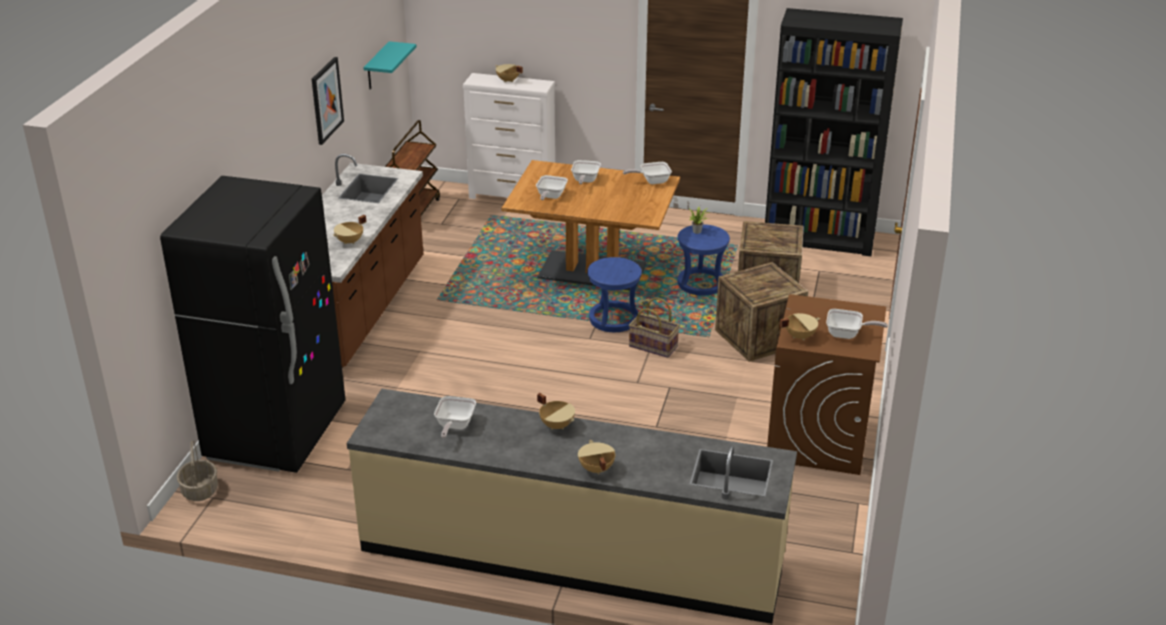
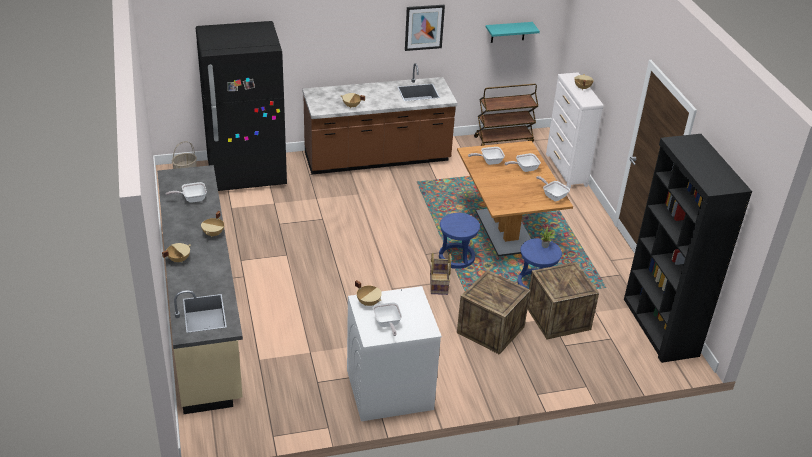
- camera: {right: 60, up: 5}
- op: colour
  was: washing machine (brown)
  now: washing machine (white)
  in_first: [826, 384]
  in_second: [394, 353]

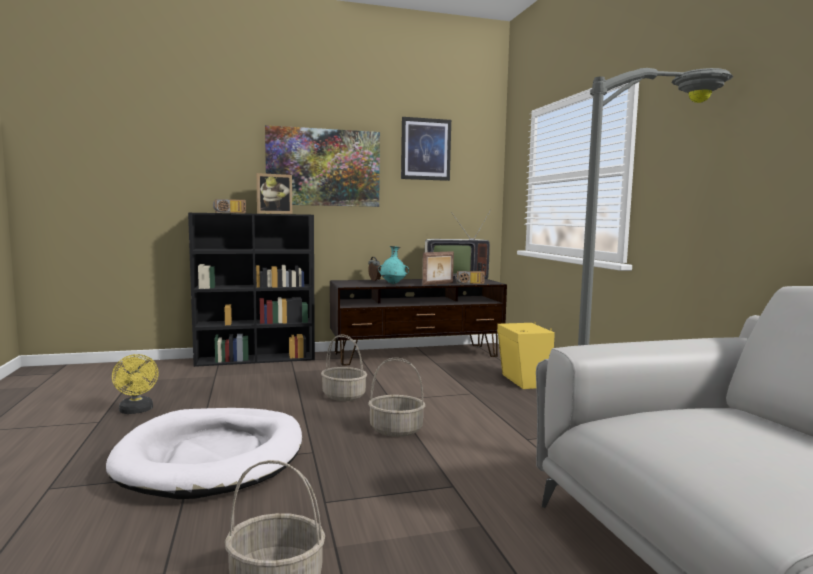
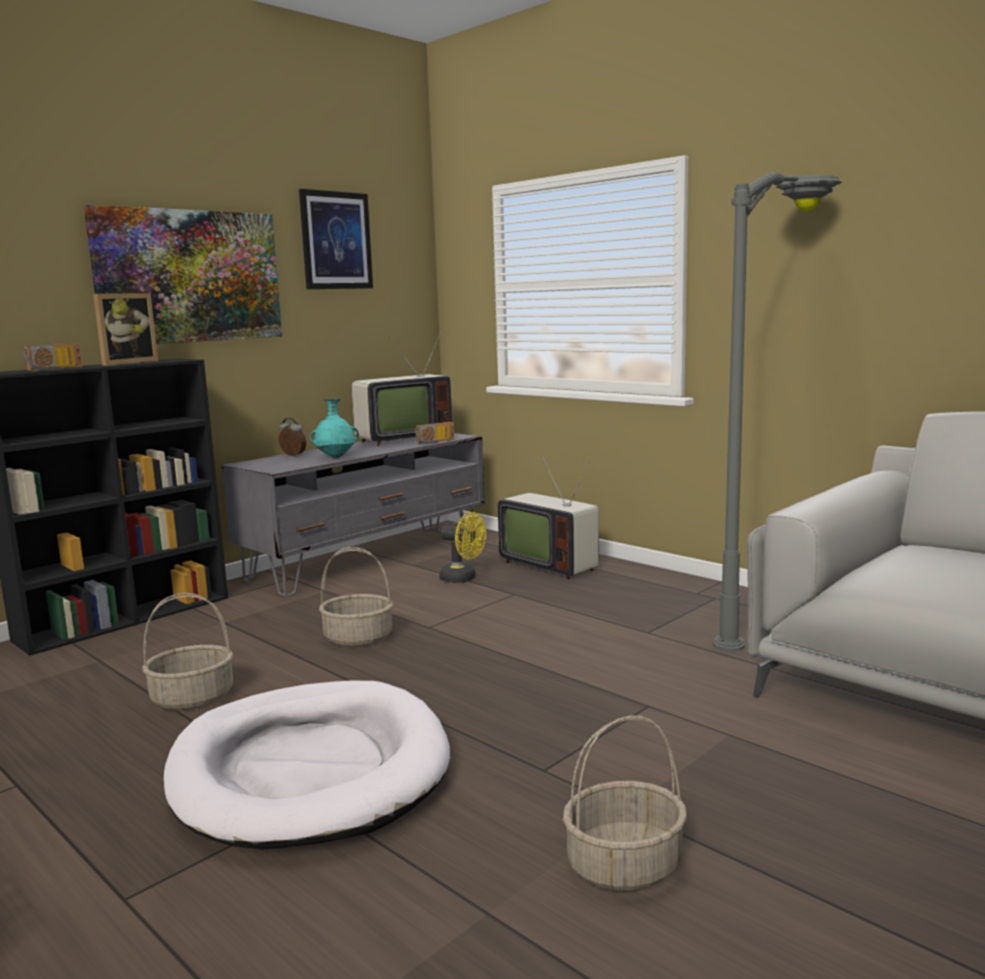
- camera: {right: -30, up: 5}
- op: missing
  was: picture frame
  in_first: [438, 268]
- op: colour
  was: tv stand (brown)
  now: tv stand (grey)
  in_first: [418, 322]
  in_second: [352, 515]
- op: exchanged
  was: speaker (yellow)
  now: television
  in_first: [526, 355]
  in_second: [548, 518]
- op: relocated
  was: fan (yellow)
  in_first: [135, 384]
  in_second: [462, 547]
- op: relocated
  was: basket
  in_first: [396, 397]
  in_second: [187, 651]

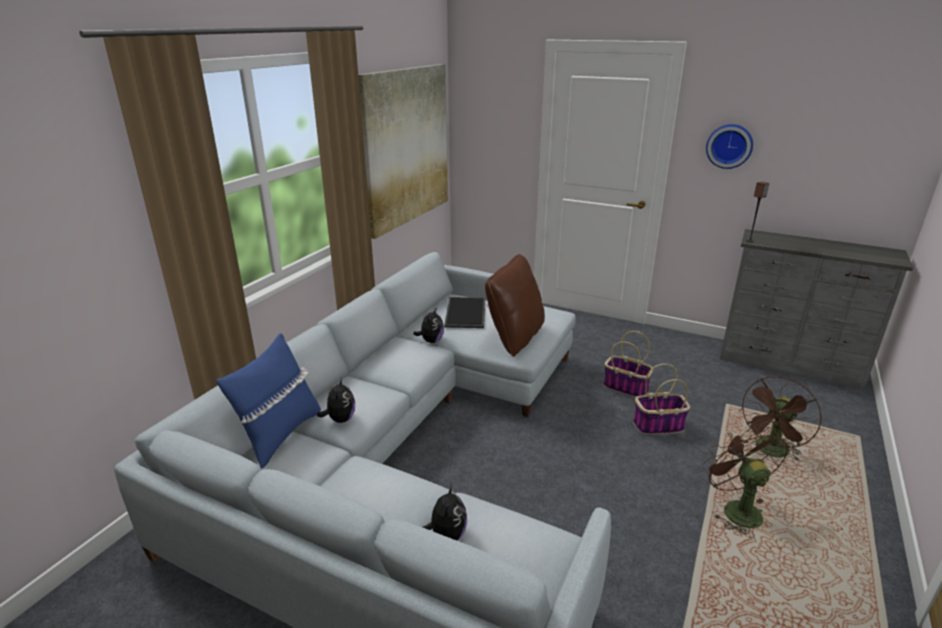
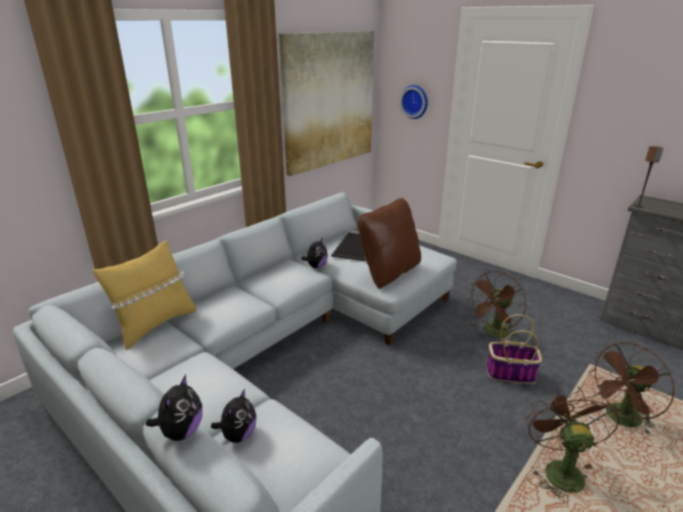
- camera: {right: 15, up: 0}
- op: relocated
  was: wall clock
  in_first: [729, 146]
  in_second: [414, 102]
- op: exchanged
  was: basket
  now: fan (brown)
  in_first: [628, 364]
  in_second: [496, 306]
- op: colour
  was: pillow (blue)
  now: pillow (yellow)
  in_first: [268, 401]
  in_second: [144, 295]
- op: relocated
  was: plush toy
  in_first: [336, 400]
  in_second: [174, 408]

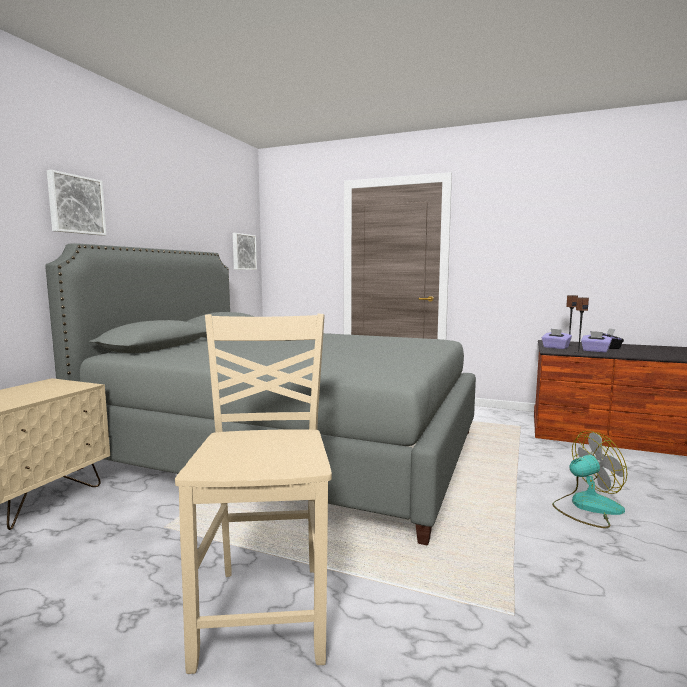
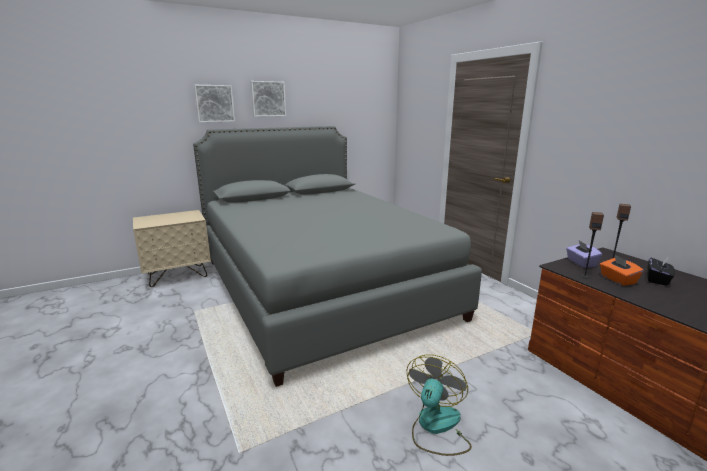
- camera: {right: 40, up: 10}
- op: relocated
  was: picture
  in_first: [245, 251]
  in_second: [268, 99]
- op: missing
  was: chair (beige)
  in_first: [253, 494]
- op: colour
  was: tissue box (purple)
  now: tissue box (orange)
  in_first: [596, 342]
  in_second: [621, 270]
- op: spun
  was: fan
  in_first: [589, 479]
  in_second: [439, 405]
  clockwise: -90

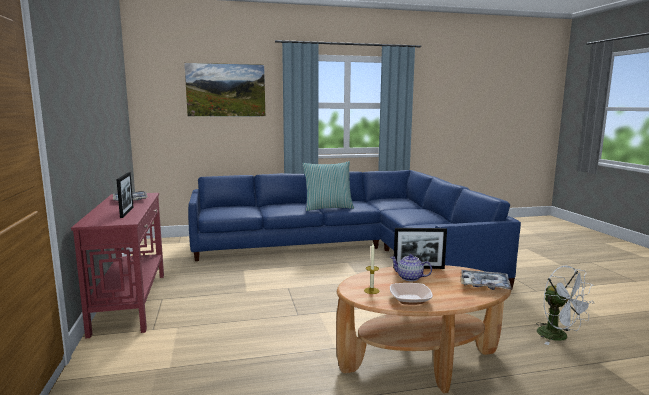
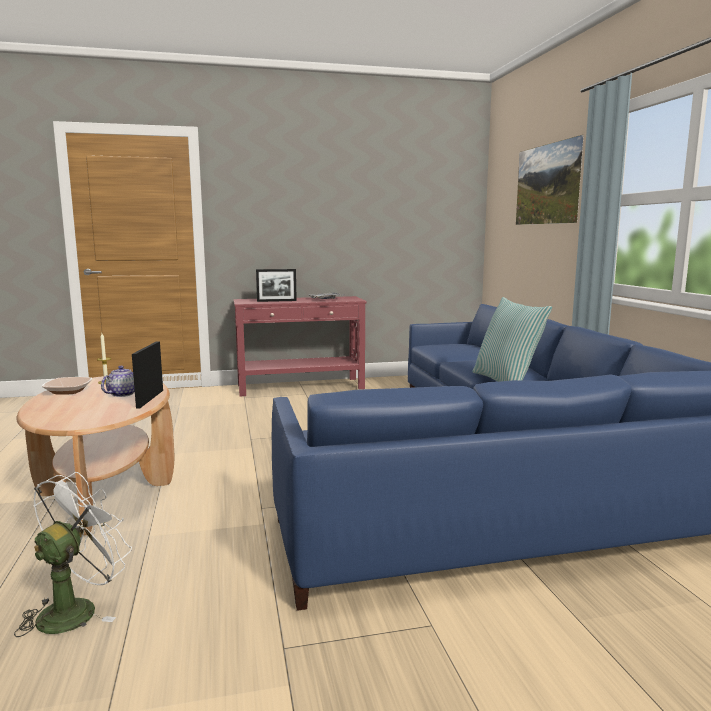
- camera: {right: 90, up: 0}
- op: spun
  was: fan (white)
  in_first: [565, 305]
  in_second: [73, 554]
  clockwise: 150
- op: missing
  was: tray
  in_first: [486, 280]

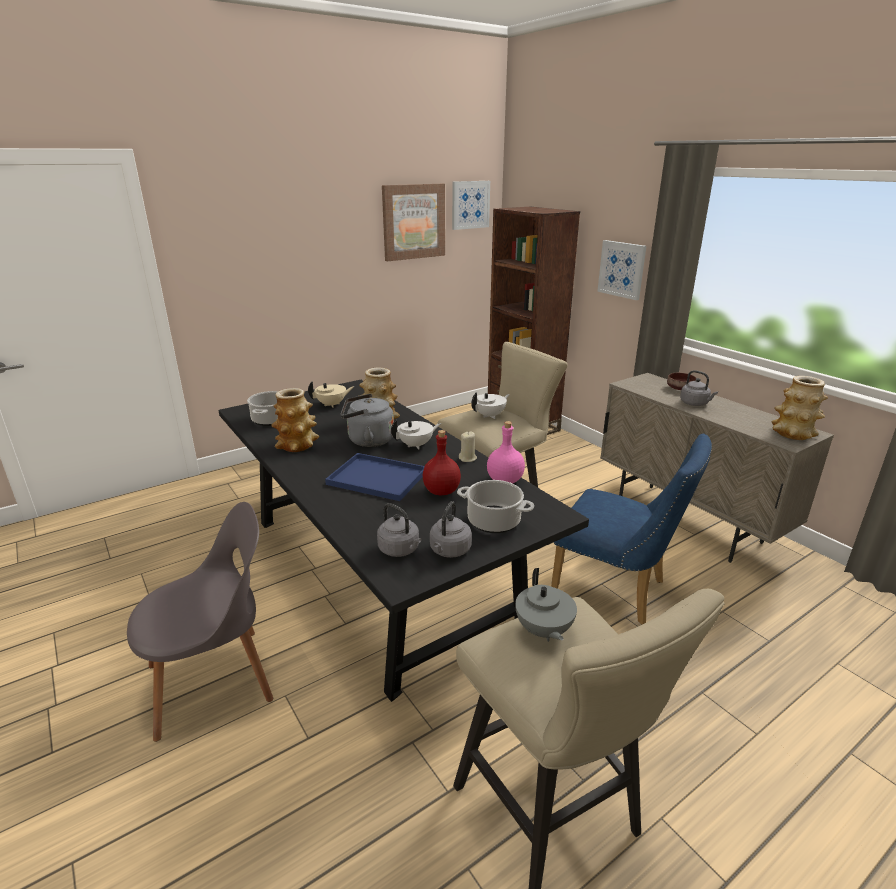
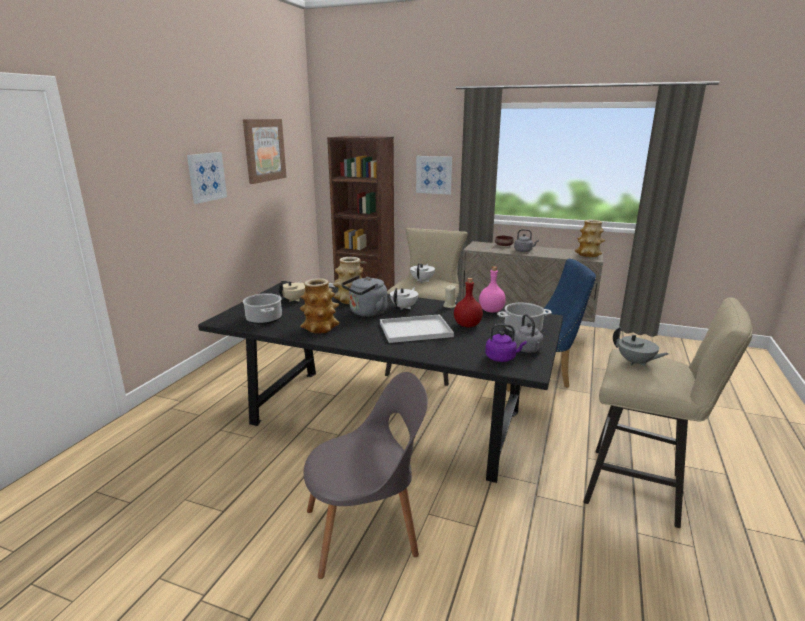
- camera: {right: -35, up: -5}
- op: relocated
  was: picture
  in_first: [471, 205]
  in_second: [207, 178]
- op: colour
  was: tray (blue)
  now: tray (white)
  in_first: [375, 477]
  in_second: [417, 328]
- op: spun
  was: chair (grey)
  in_first: [200, 622]
  in_second: [366, 475]
  clockwise: 45
- op: colour
  was: kettle (grey)
  now: kettle (purple)
  in_first: [399, 530]
  in_second: [506, 343]

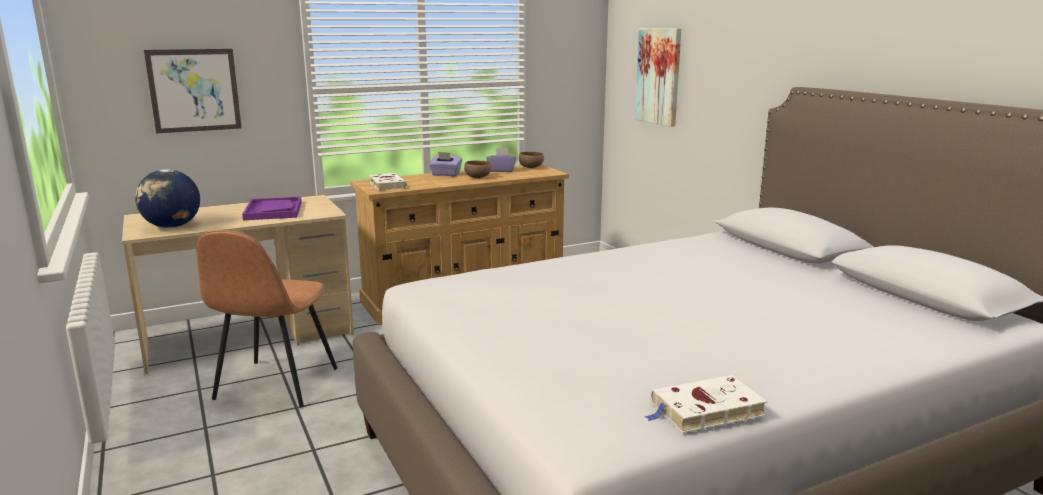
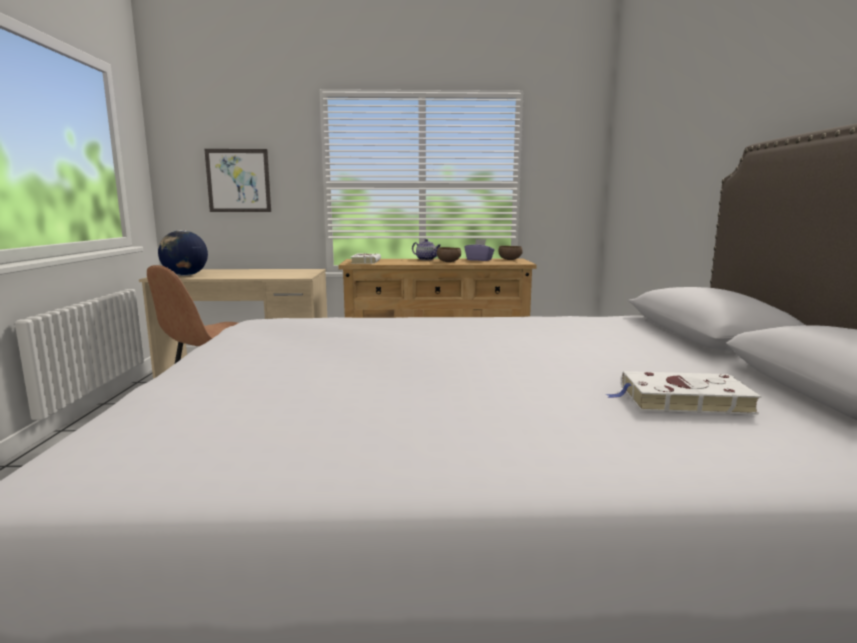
- camera: {right: 25, up: -5}
- op: missing
  was: picture
  in_first: [658, 77]
- op: exchanged
  was: tissue box (purple)
  now: teapot
  in_first: [445, 164]
  in_second: [426, 249]
- op: missing
  was: tray (purple)
  in_first: [272, 208]
- op: relocated
  was: book (white)
  in_first: [706, 404]
  in_second: [683, 393]

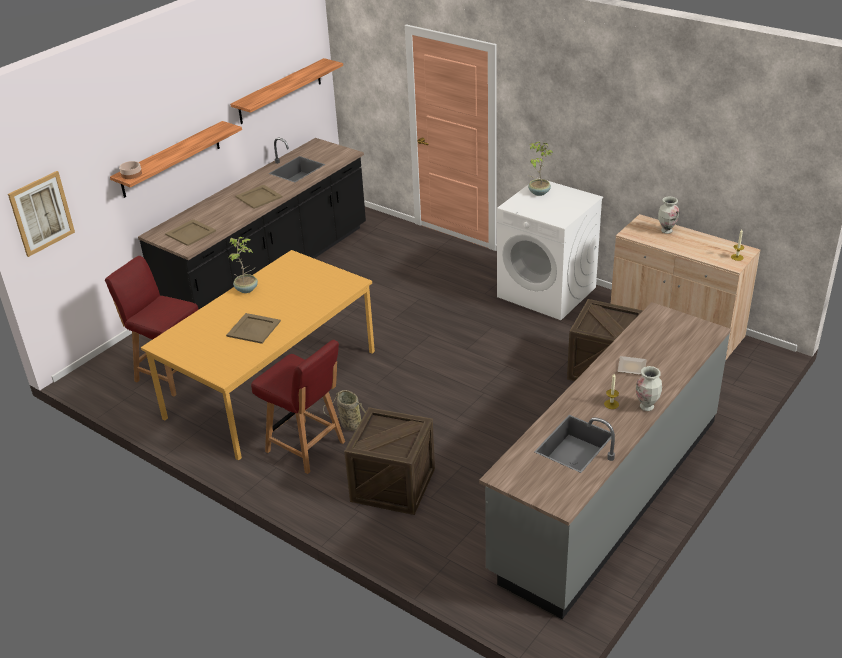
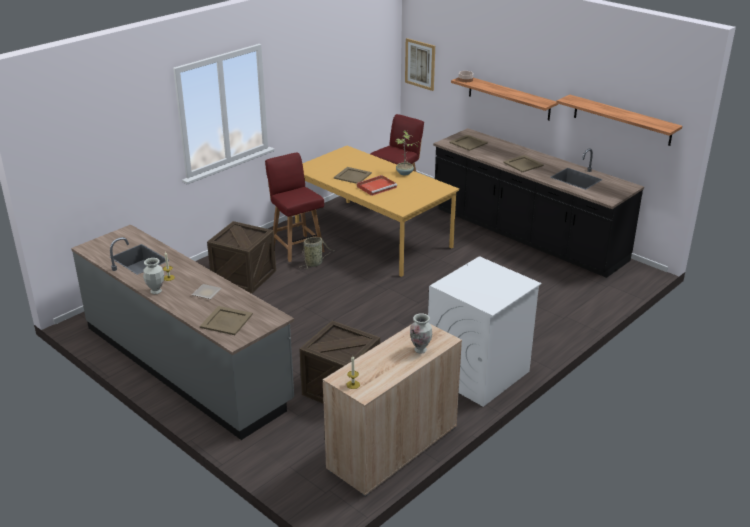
- camera: {right: 95, up: -5}
- op: missing
  was: potted plant
  in_first: [541, 169]
- op: spun
  was: chair (red)
  in_first: [298, 407]
  in_second: [294, 207]
  clockwise: 105
- op: appeared
  now: tray (red)
  in_second: [377, 185]
- op: appeared
  now: tray (beige)
  in_second: [226, 320]

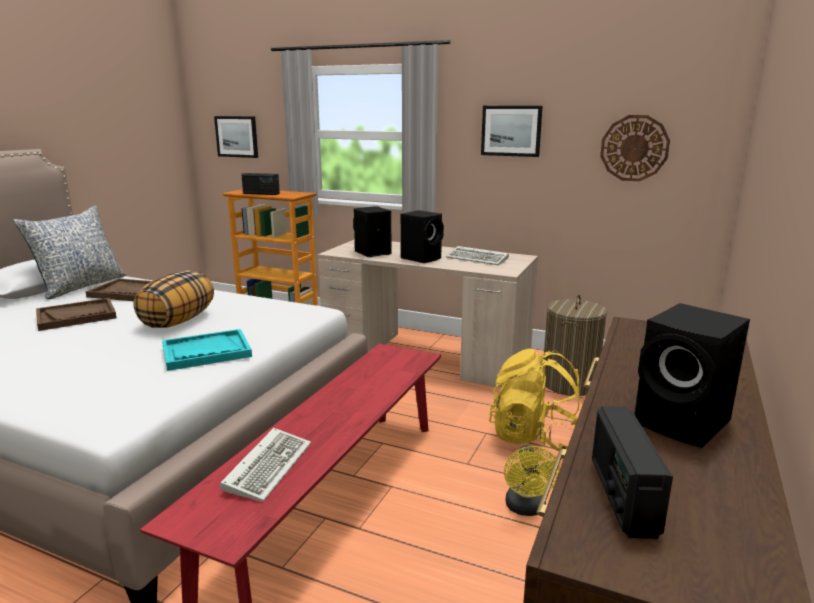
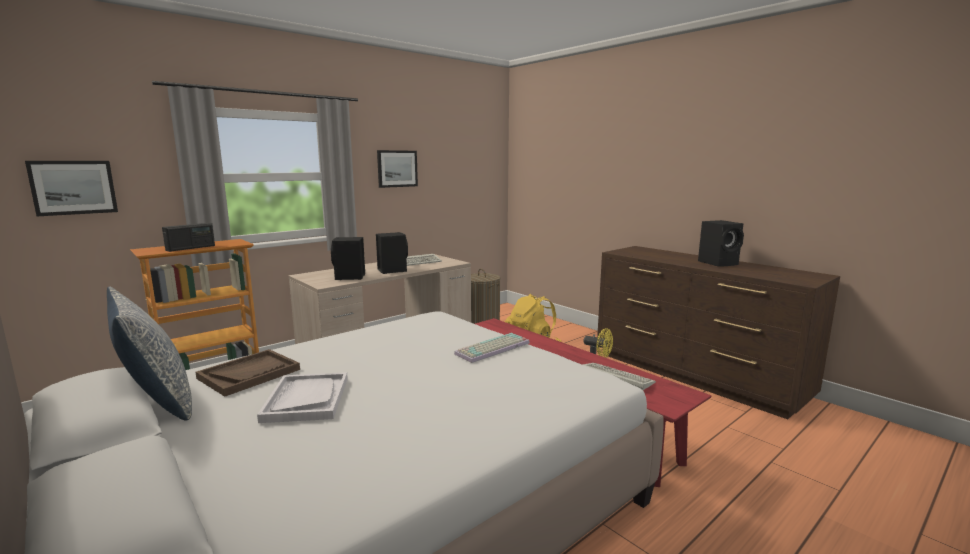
- camera: {right: -65, up: -5}
- op: missing
  was: wall clock
  in_first: [635, 148]
- op: missing
  was: pillow
  in_first: [174, 299]
- op: colour
  was: tray (brown)
  now: tray (white)
  in_first: [76, 314]
  in_second: [302, 397]
- op: exchanged
  was: tray (turquoise)
  now: keyboard
  in_first: [207, 350]
  in_second: [492, 348]
- op: missing
  was: radio
  in_first: [632, 472]

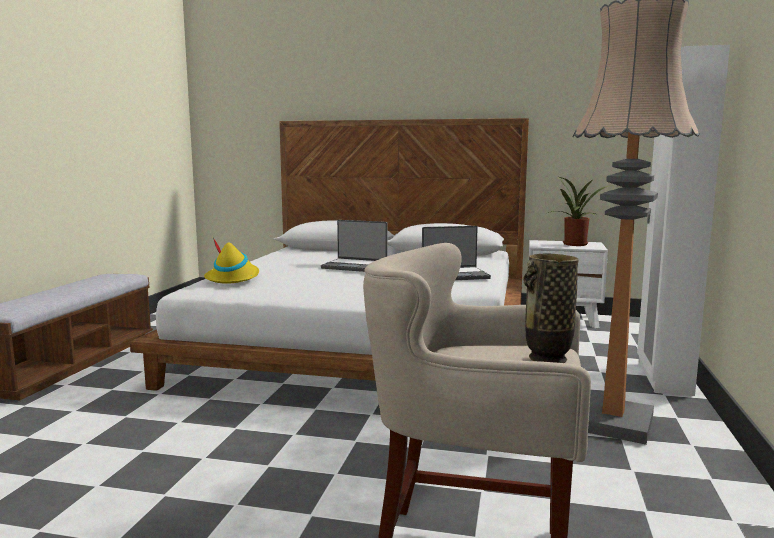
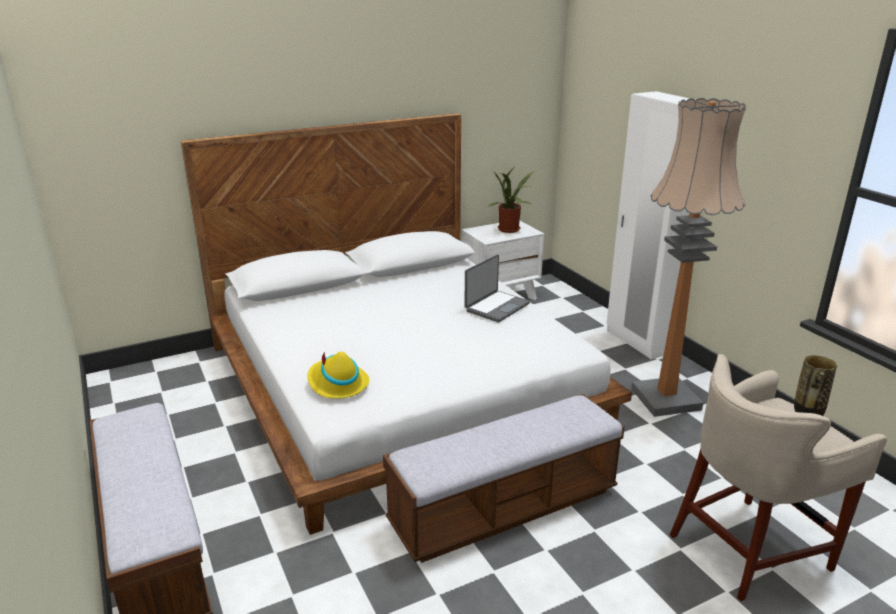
- camera: {right: -40, up: 15}
- op: missing
  was: laptop
  in_first: [354, 246]
- op: appeared
  now: bench
  in_second: [504, 478]

